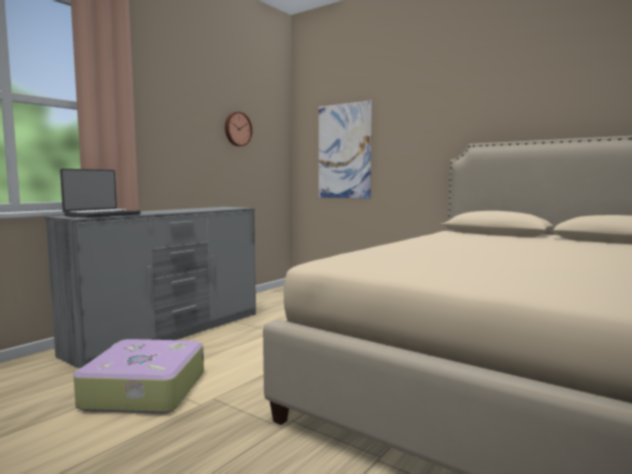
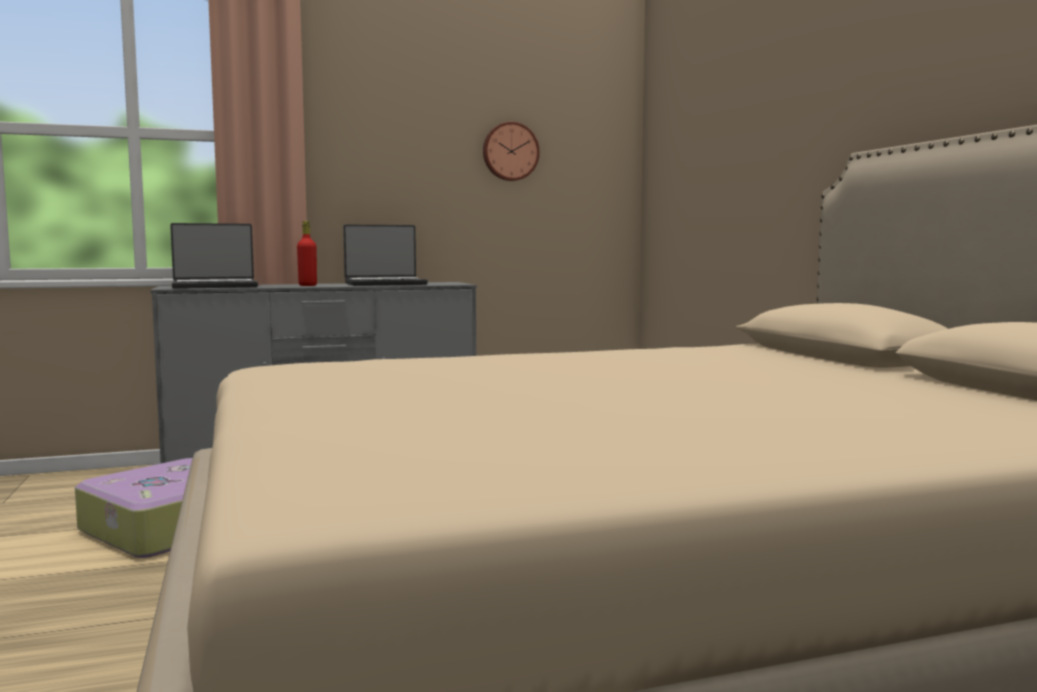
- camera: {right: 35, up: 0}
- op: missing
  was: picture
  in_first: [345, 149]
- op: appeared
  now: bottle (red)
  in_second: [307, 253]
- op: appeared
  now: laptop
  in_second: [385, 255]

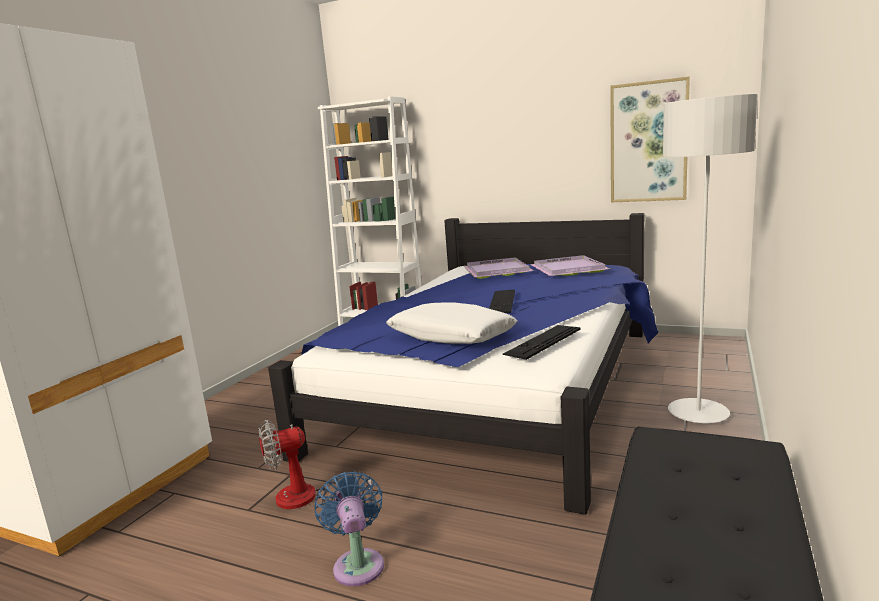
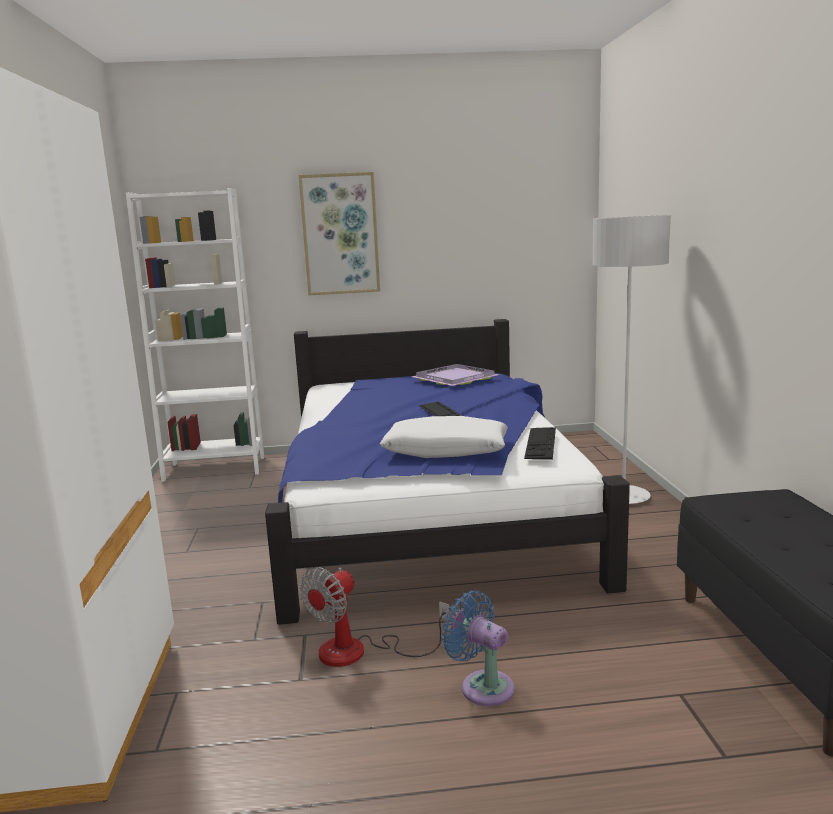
- camera: {right: -30, up: 0}
- op: relocated
  was: picture
  in_first: [650, 139]
  in_second: [339, 233]
- op: missing
  was: tray (purple)
  in_first: [499, 268]

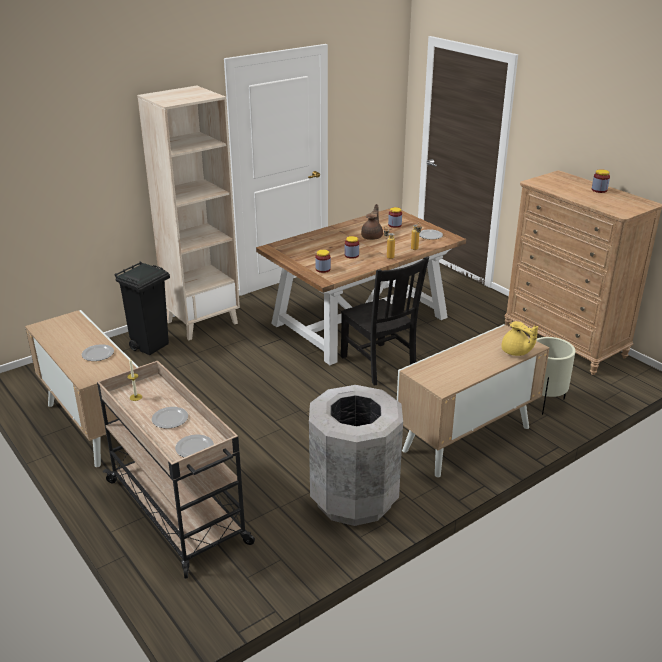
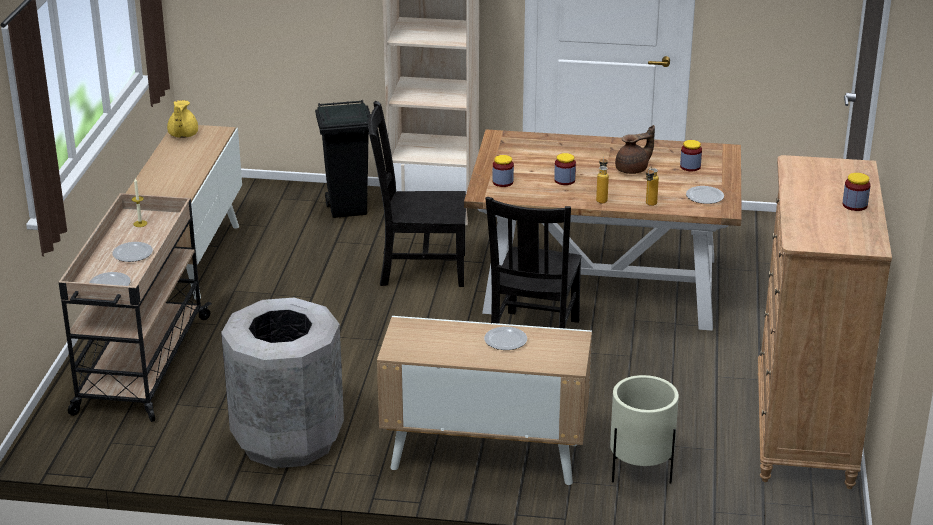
- camera: {right: 45, up: 0}
- op: relocated
  was: teapot (yellow)
  in_first: [519, 338]
  in_second: [182, 119]
- op: relocated
  was: plate
  in_first: [98, 352]
  in_second: [505, 338]
- op: appeared
  now: chair (black)
  in_second: [417, 194]

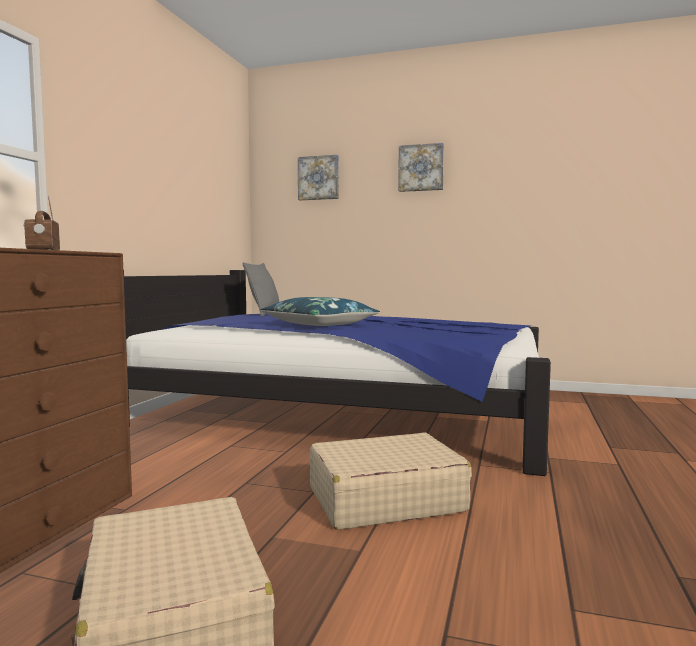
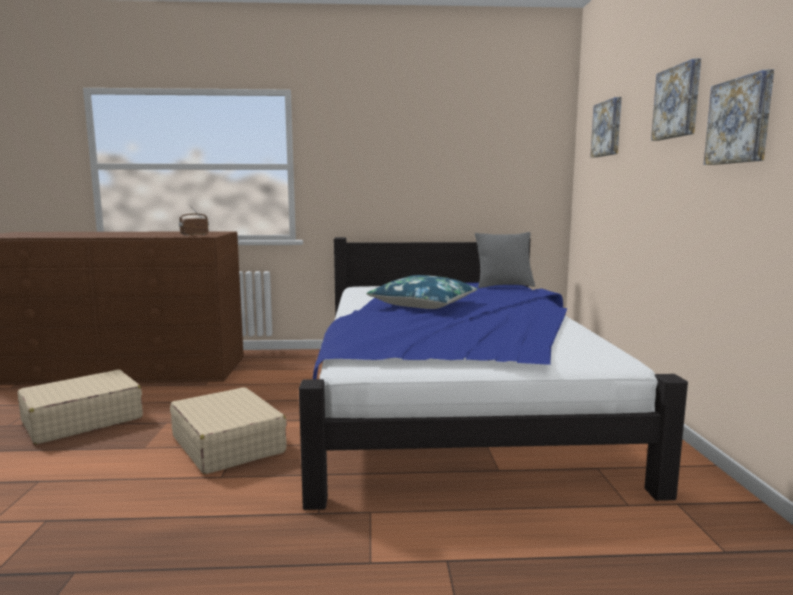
- camera: {right: 70, up: 5}
- op: appeared
  now: picture
  in_second: [739, 117]

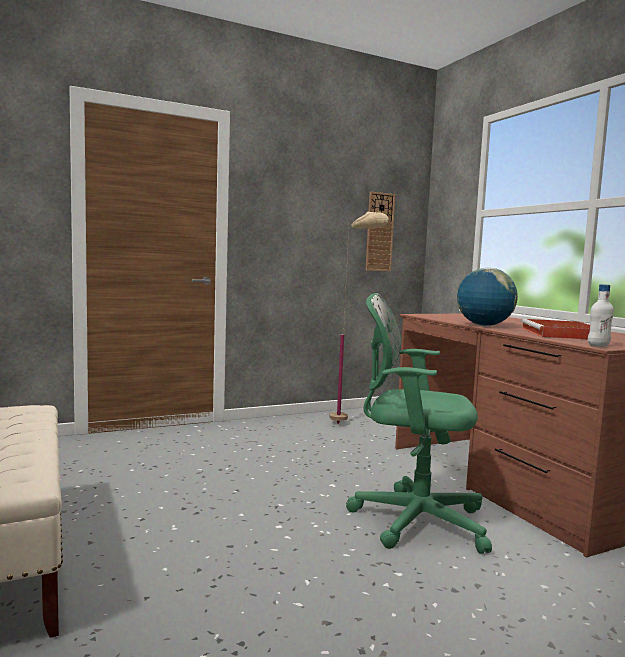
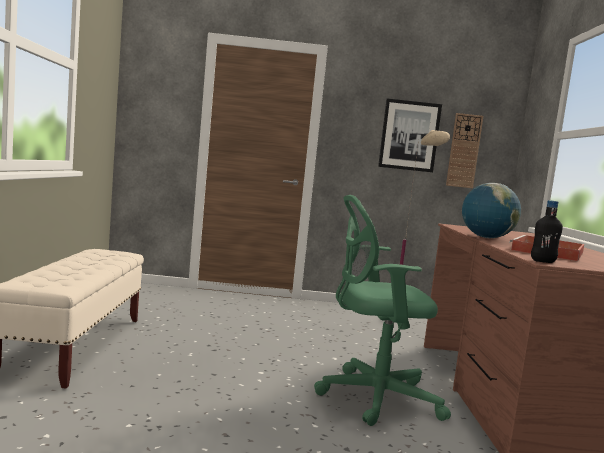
- camera: {right: 25, up: 0}
- op: colour
  was: bottle (white)
  now: bottle (black)
  in_first: [601, 315]
  in_second: [547, 231]
- op: spun
  was: office chair (green)
  in_first: [419, 423]
  in_second: [382, 310]
  clockwise: -45
- op: appeared
  now: picture
  in_second: [410, 135]

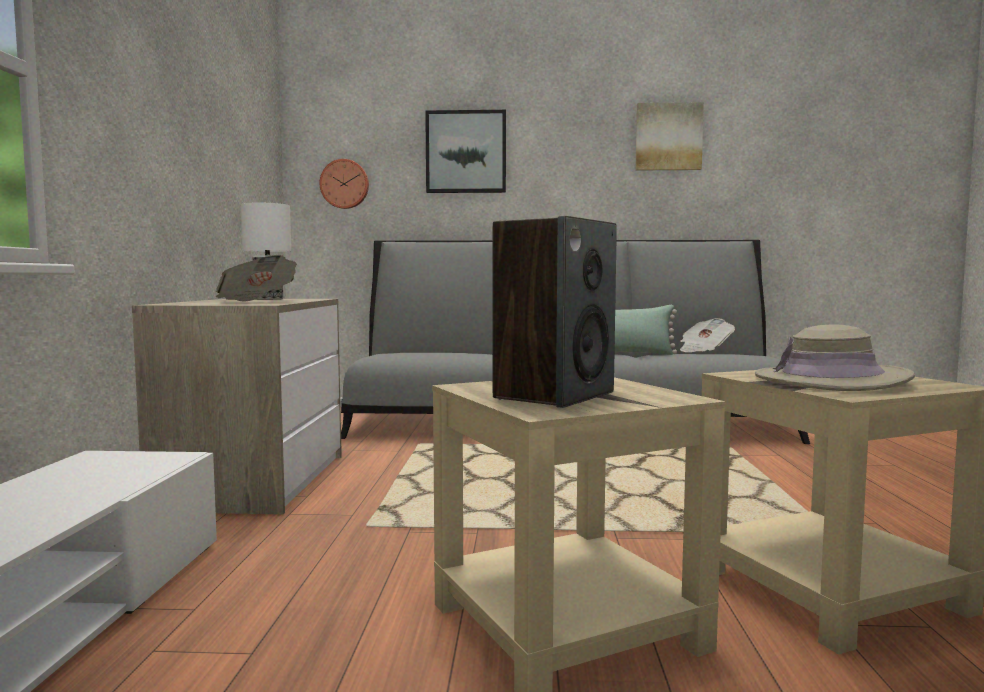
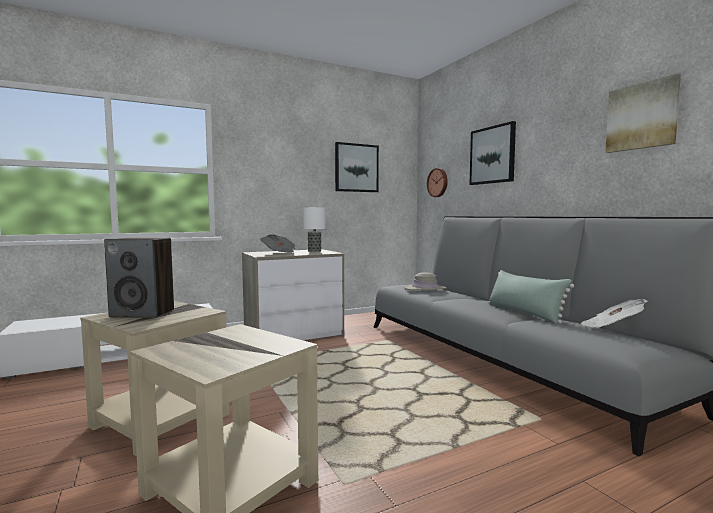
- camera: {right: 60, up: 0}
- op: relocated
  was: hat (beige)
  in_first: [835, 357]
  in_second: [426, 281]
- op: appeared
  now: picture
  in_second: [357, 167]

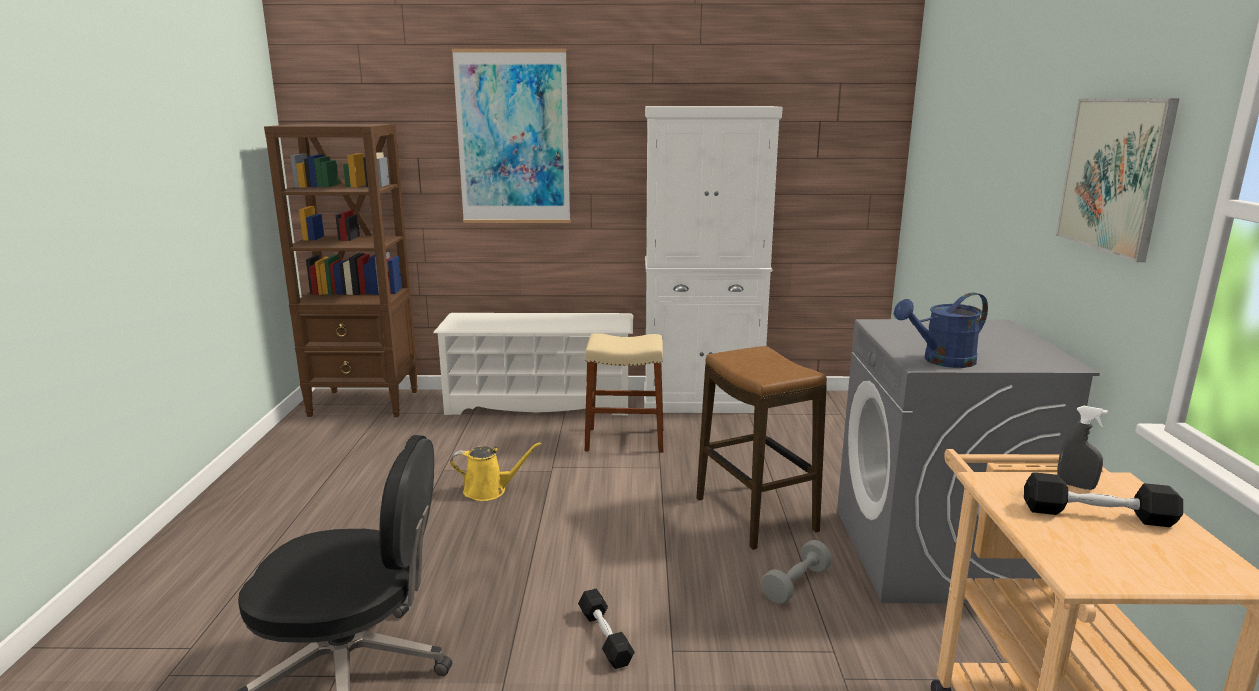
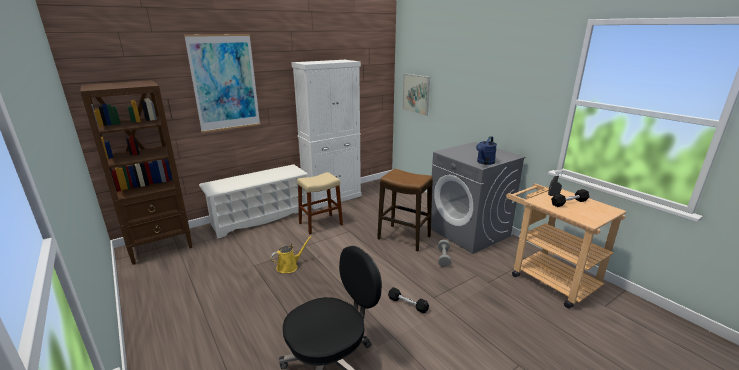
- camera: {right: -35, up: 5}
- op: relocated
  was: picture
  in_first: [1117, 180]
  in_second: [416, 94]

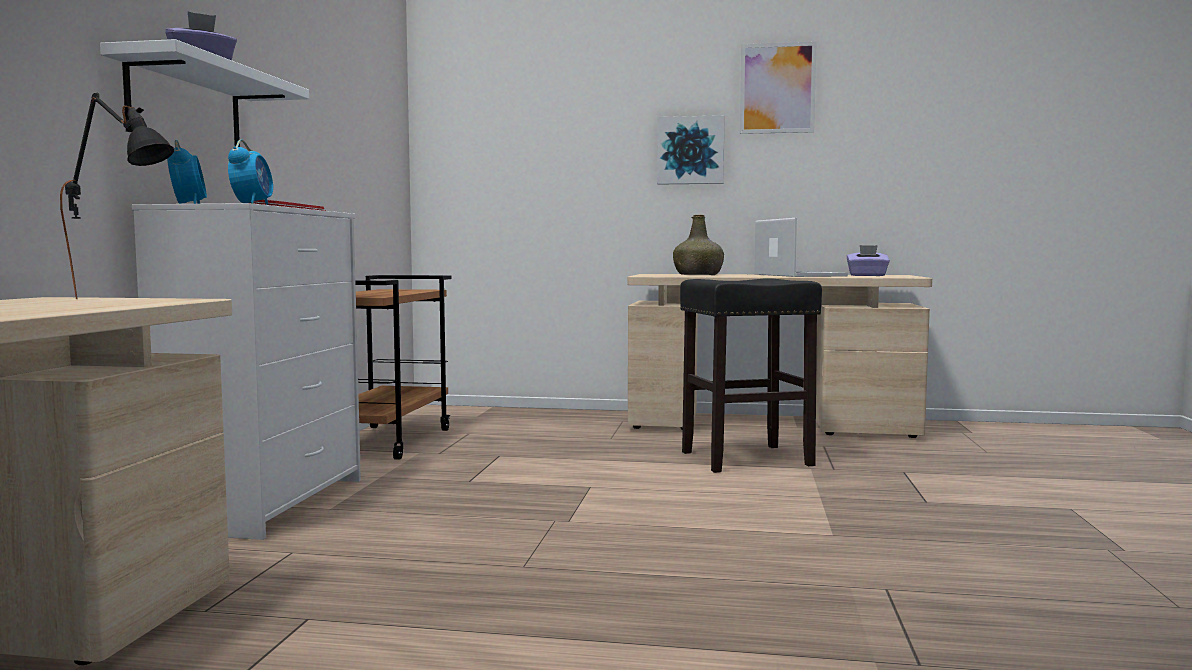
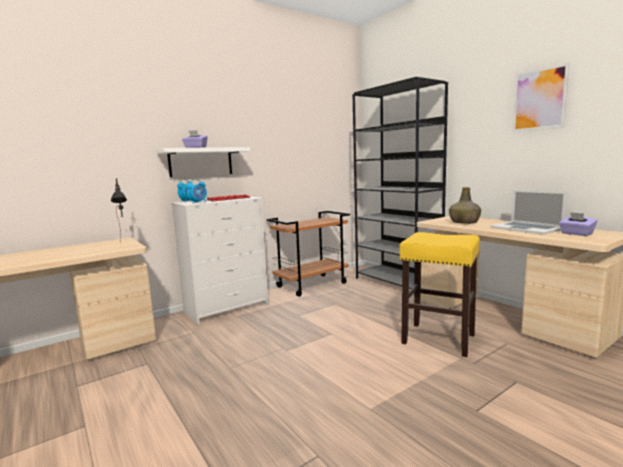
- camera: {right: 45, up: 5}
- op: missing
  was: picture
  in_first: [690, 150]
- op: spun
  was: laptop
  in_first: [801, 247]
  in_second: [528, 212]
  clockwise: 120
- op: colour
  was: stool (black)
  now: stool (yellow)
  in_first: [751, 375]
  in_second: [440, 294]
- op: appeared
  now: bookcase (black)
  in_second: [400, 185]

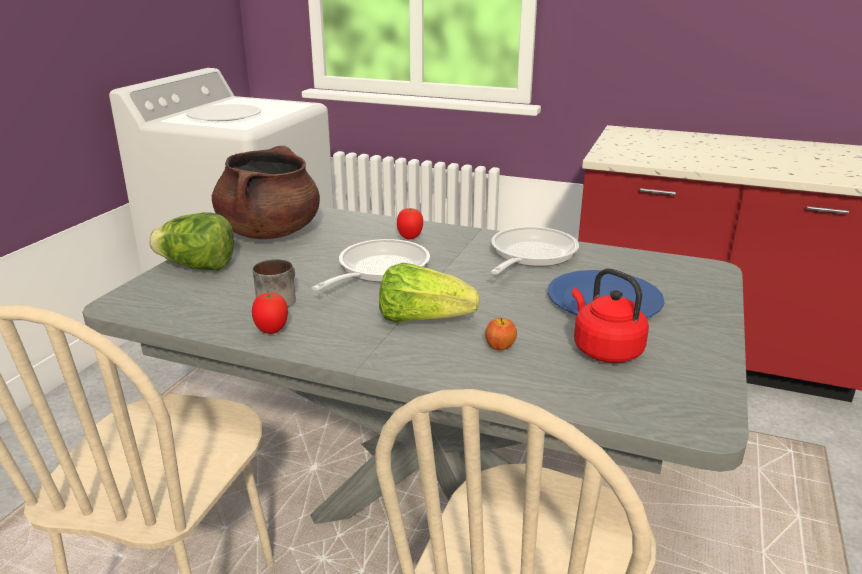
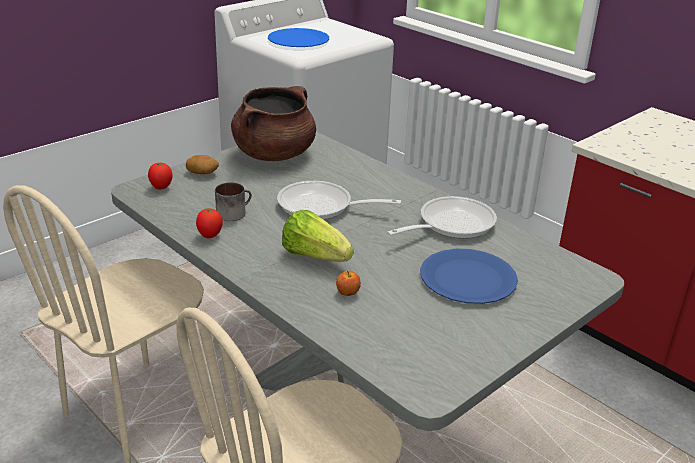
- camera: {right: 25, up: 5}
- op: colour
  was: plate (white)
  now: plate (blue)
  in_first: [223, 112]
  in_second: [298, 37]
- op: relocated
  was: tomato
  in_first: [410, 223]
  in_second: [160, 176]
- op: exchanged
  was: lettuce
  now: potato
  in_first: [191, 241]
  in_second: [202, 164]
- op: spun
  was: frying pan
  in_first: [371, 265]
  in_second: [339, 200]
  clockwise: -135
- op: missing
  was: kettle (red)
  in_first: [610, 315]

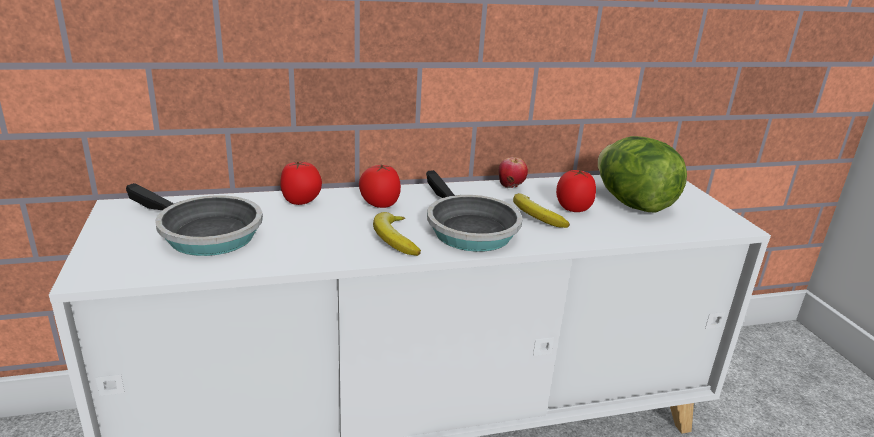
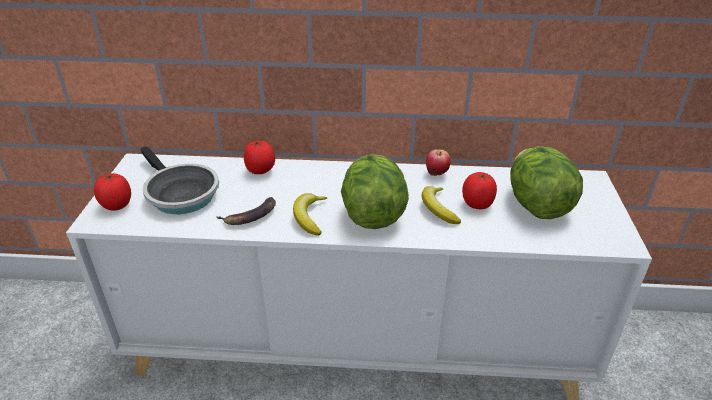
- camera: {right: 20, up: 10}
- op: relocated
  was: tomato
  in_first: [380, 186]
  in_second: [112, 191]
- op: exchanged
  was: frying pan
  now: lettuce
  in_first: [474, 211]
  in_second: [375, 191]
- op: appeared
  now: banana
  in_second: [246, 211]

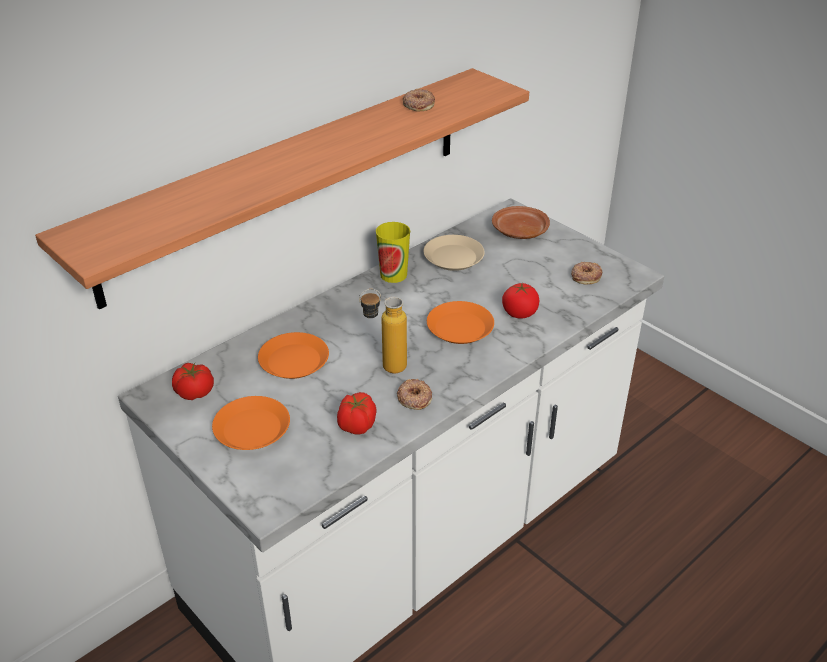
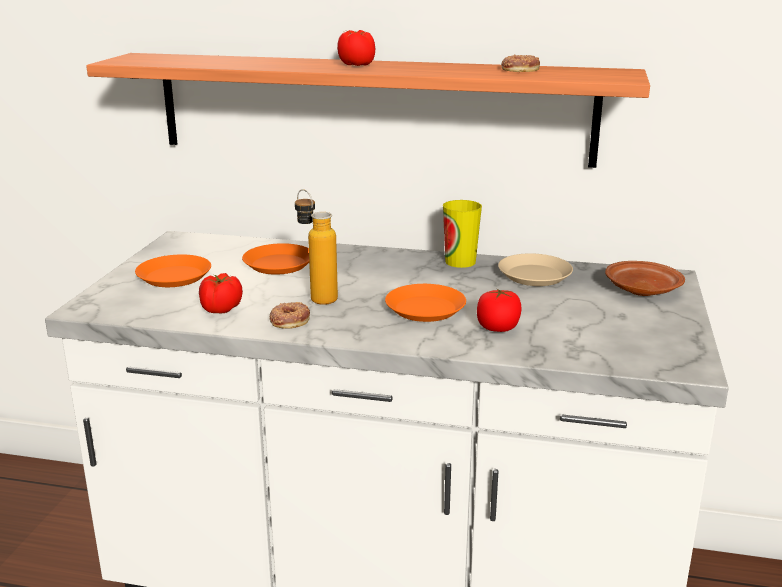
- camera: {right: 55, up: -15}
- op: missing
  was: donut
  in_first: [586, 273]
- op: relocated
  was: tomato
  in_first: [193, 381]
  in_second: [356, 48]

